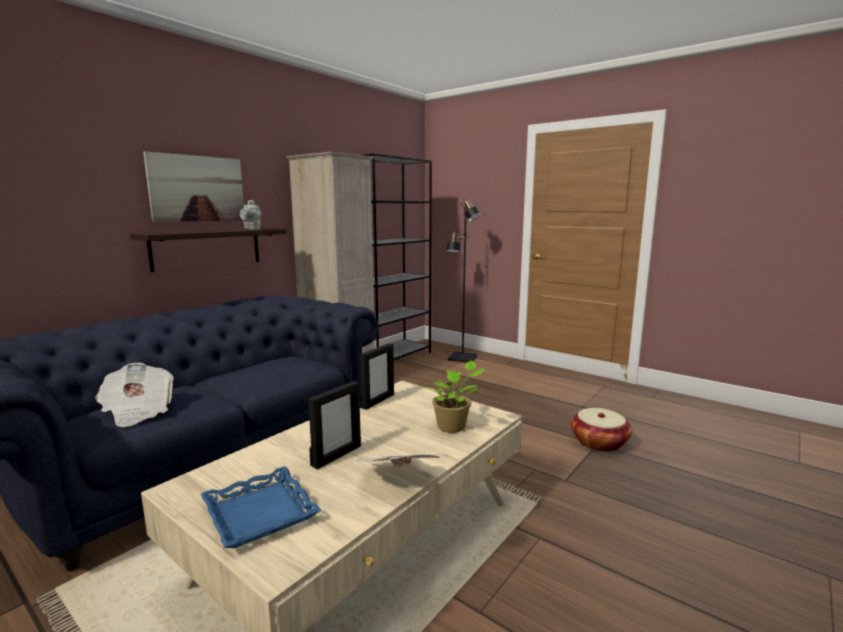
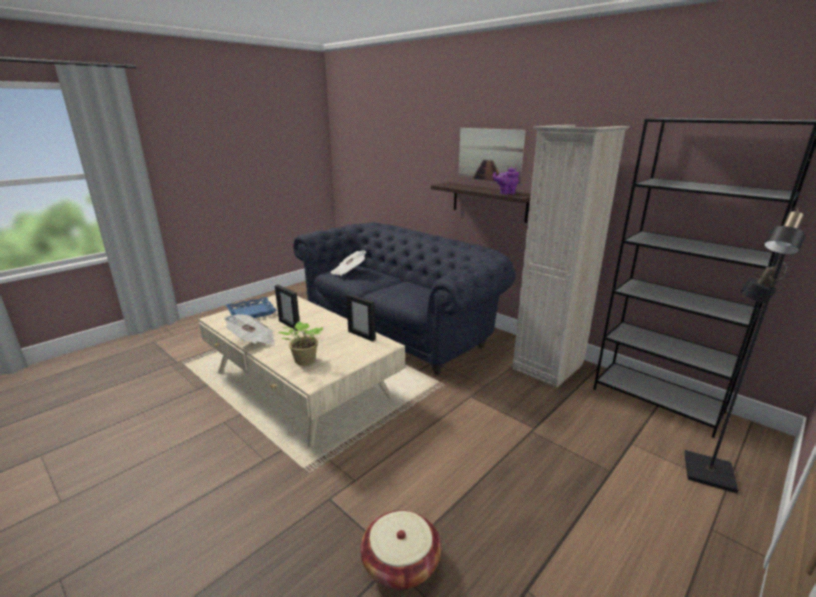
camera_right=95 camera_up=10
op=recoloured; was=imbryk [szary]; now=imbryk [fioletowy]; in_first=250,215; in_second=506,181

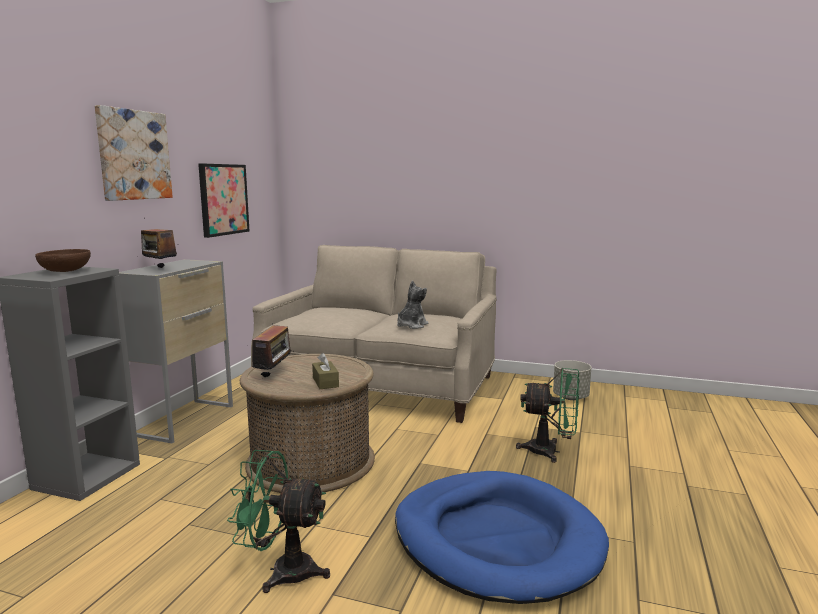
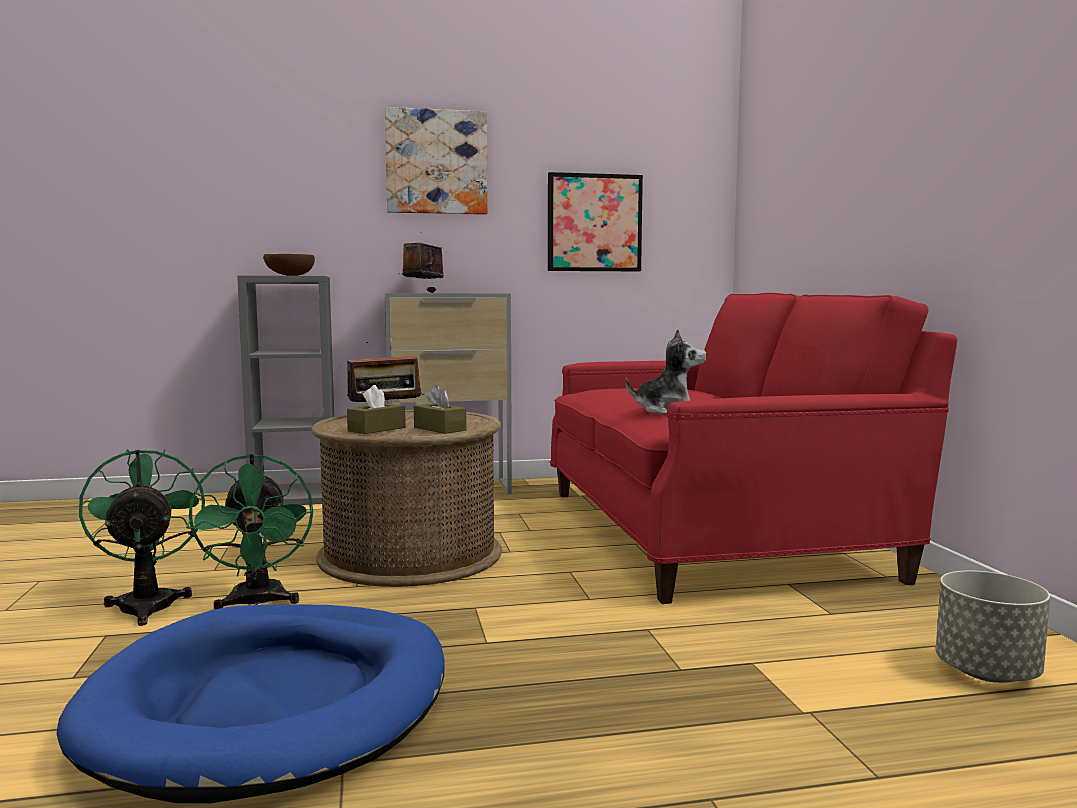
camera_right=60 camera_up=-5
op=recoloured; was=kanapa [beżowy]; now=kanapa [czerwony]; in_first=374,334; in_second=753,448
op=moved; was=wentylator [zielony]; in_first=548,415; in_second=249,531
op=added; now=pudełko chusteczek [brązowy]; in_second=440,409

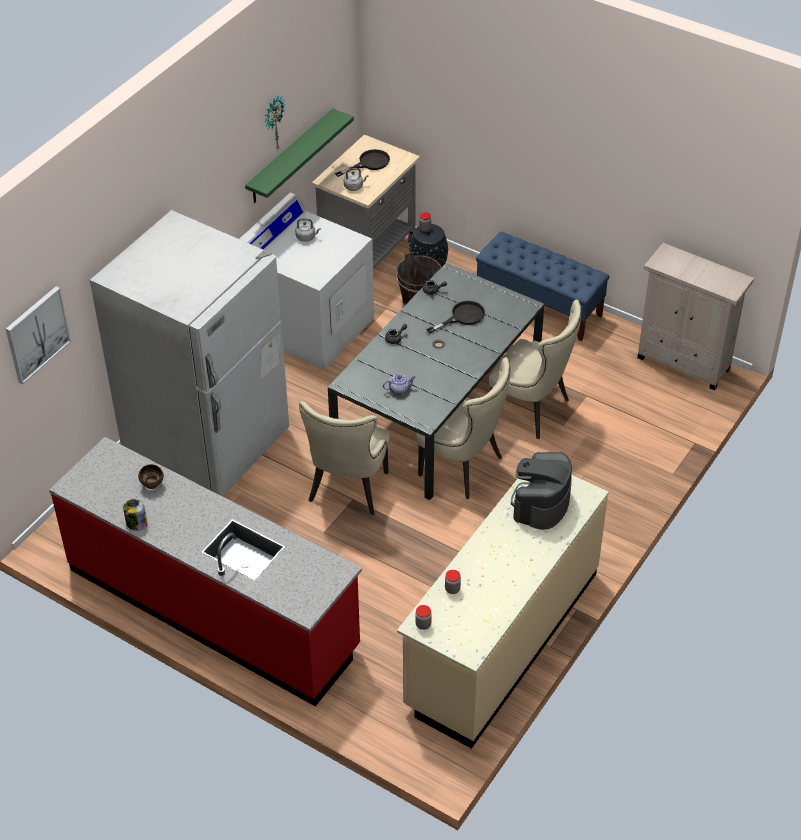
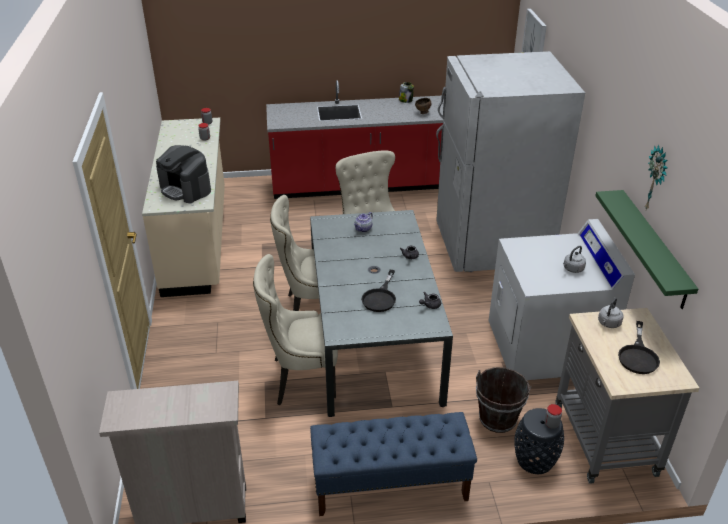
camera_right=140 camera_up=-10
op=turned; was=ekspres do kawy; in_first=541,491; in_second=183,174; clockwise=150

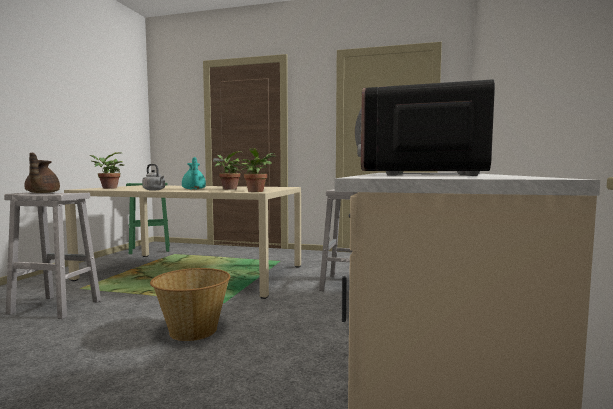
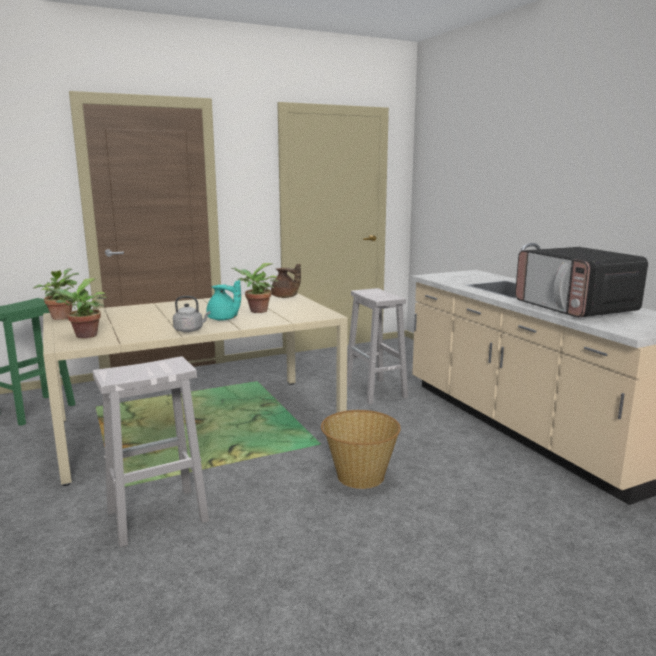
camera_right=-40 camera_up=10
op=moved; was=roślina doniczkowa; in_first=258,170; in_second=56,294
op=moved; was=imbryk [brązowy]; in_first=42,172; in_second=286,281

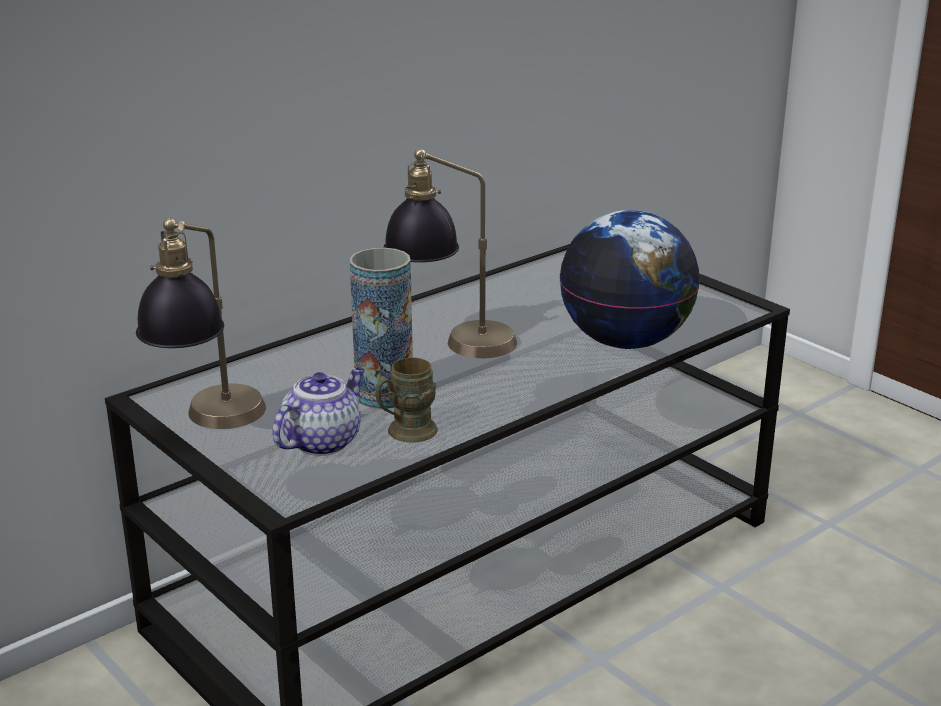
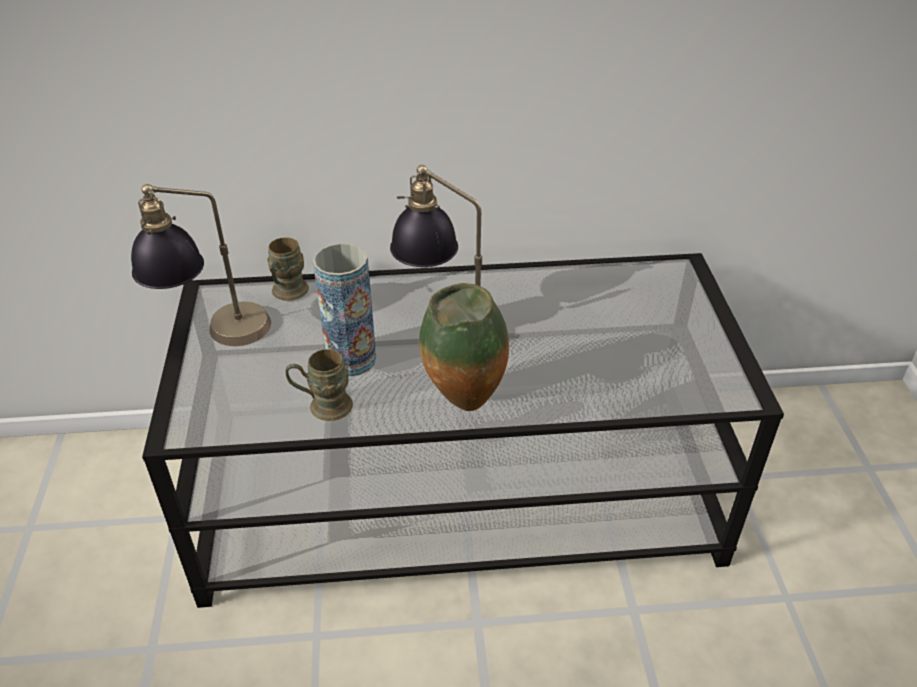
camera_right=35 camera_up=15
op=removed; was=globus; in_first=629,279
op=removed; was=imbryk; in_first=318,411
op=added; now=kubek [brązowy]; in_second=288,269
op=added; now=wazon; in_second=464,347

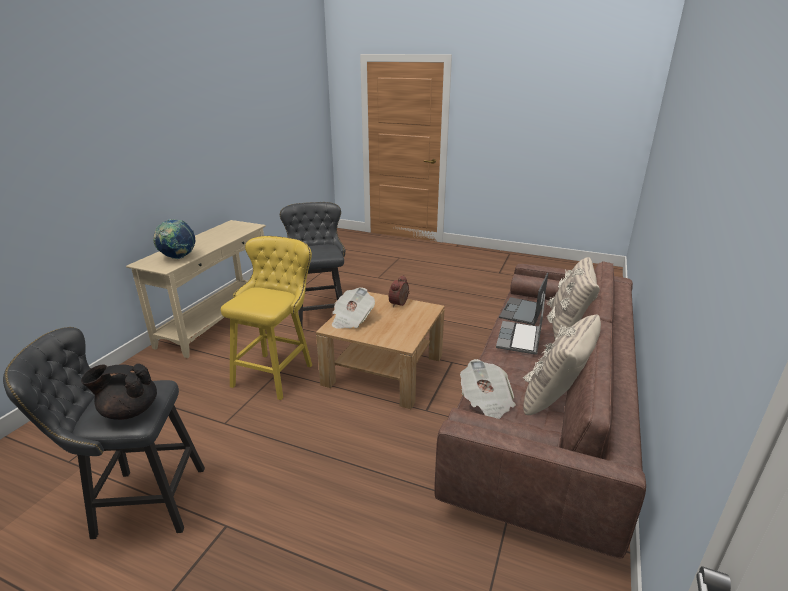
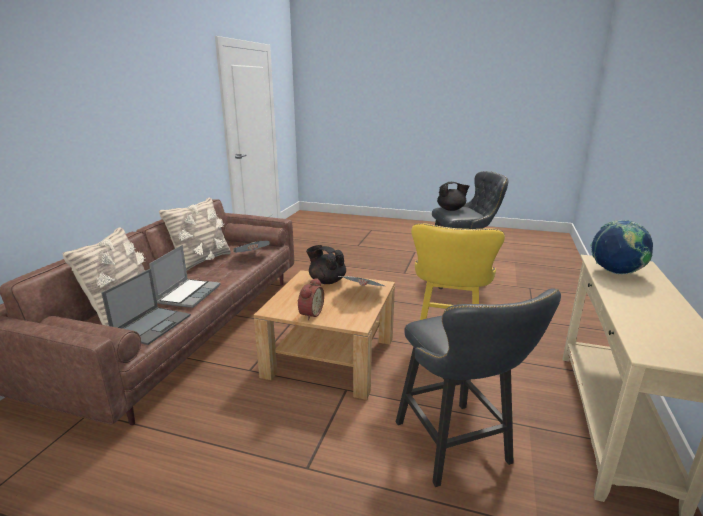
camera_right=175 camera_up=-5
op=added; now=imbryk [czarny]; in_second=326,264

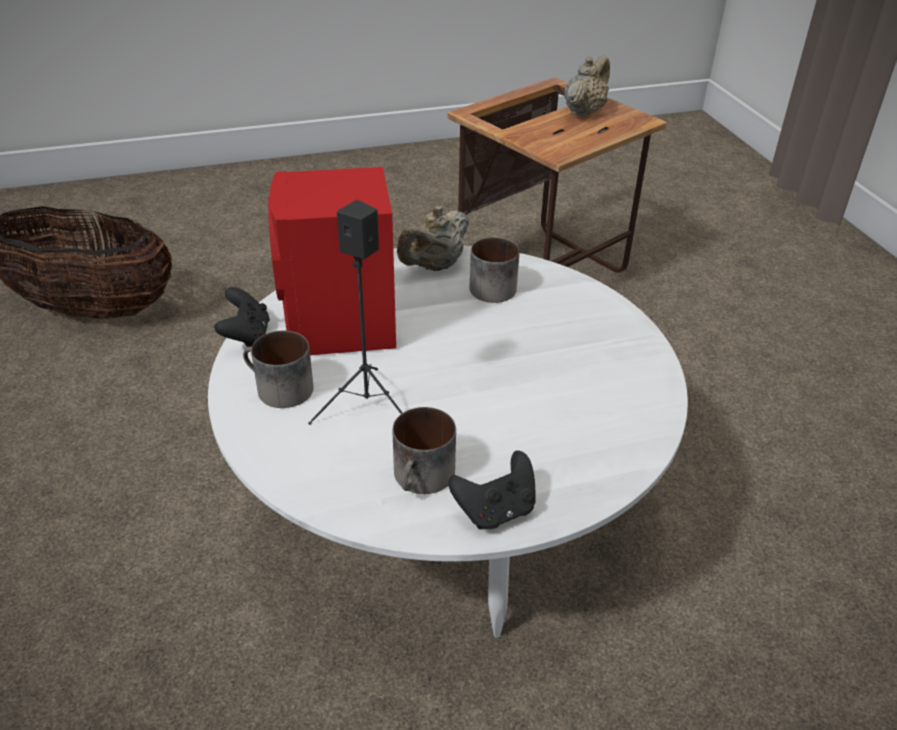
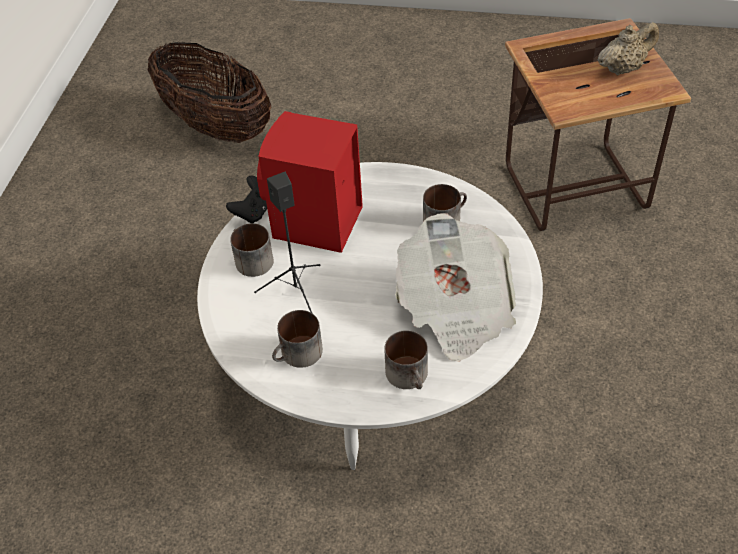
camera_right=30 camera_up=10
op=removed; was=imbryk [beżowy]; in_first=433,238
op=removed; was=pad do gier [czarny]; in_first=492,490
op=added; now=gazeta; in_second=455,287
op=added; now=kubek; in_second=406,359

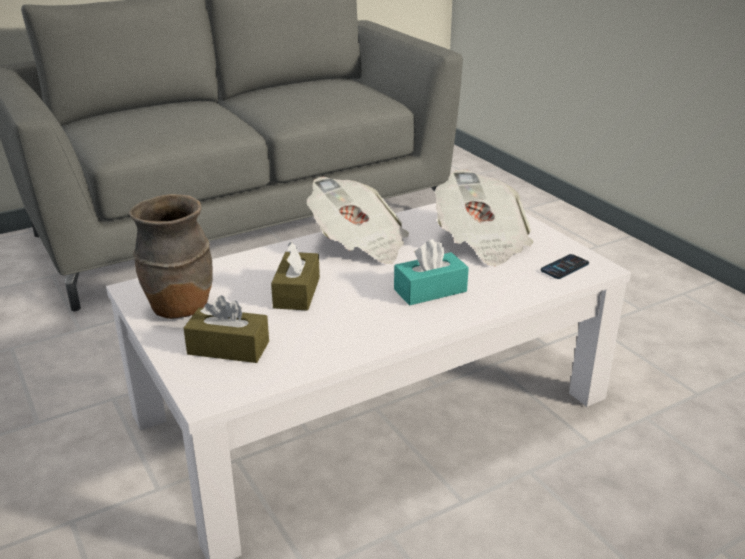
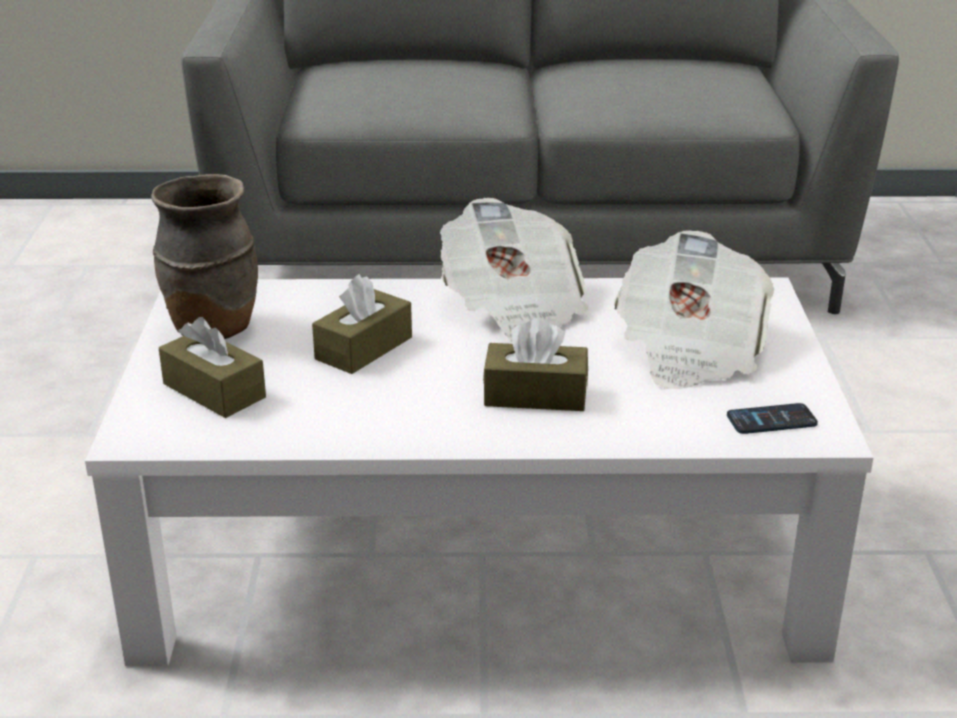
camera_right=30 camera_up=0
op=recoloured; was=pudełko chusteczek [turkusowy]; now=pudełko chusteczek [brązowy]; in_first=431,272; in_second=535,364

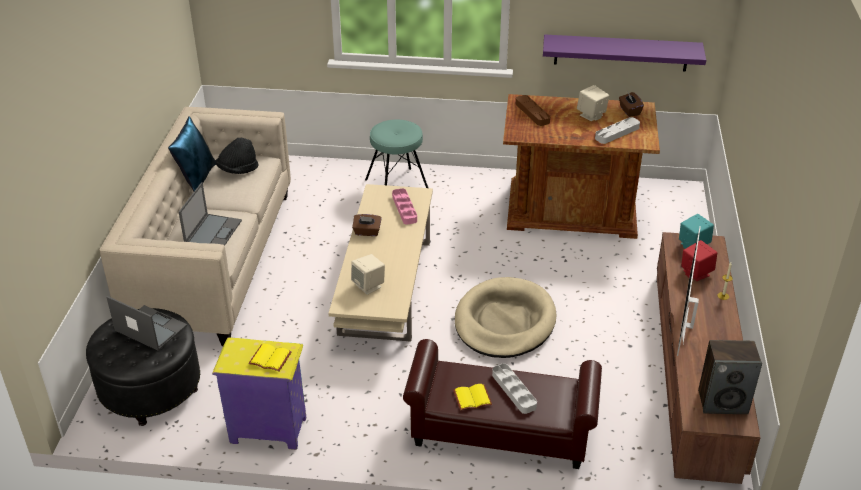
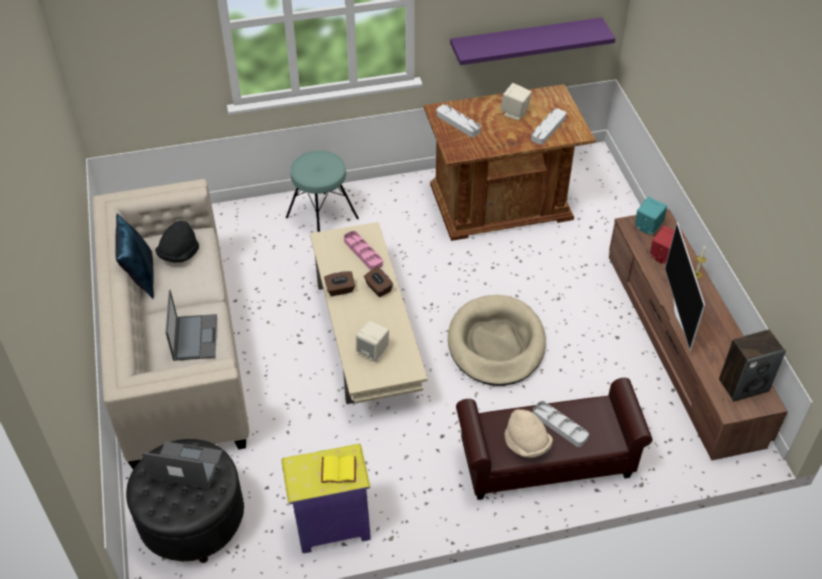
camera_right=-20 camera_up=10
op=moved; was=pudełko chusteczek [brązowy]; in_first=631,104; in_second=378,282
op=recoloured; was=taca [brązowy]; now=taca [szary]; in_first=533,110; in_second=458,120
op=replaced; was=książka [żółty]; now=kapelusz [beżowy]; in_first=472,397; in_second=528,433

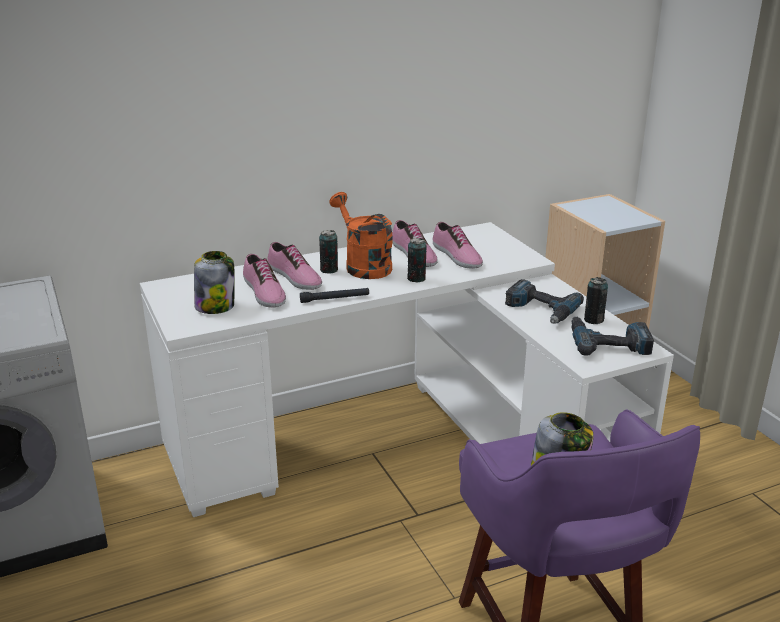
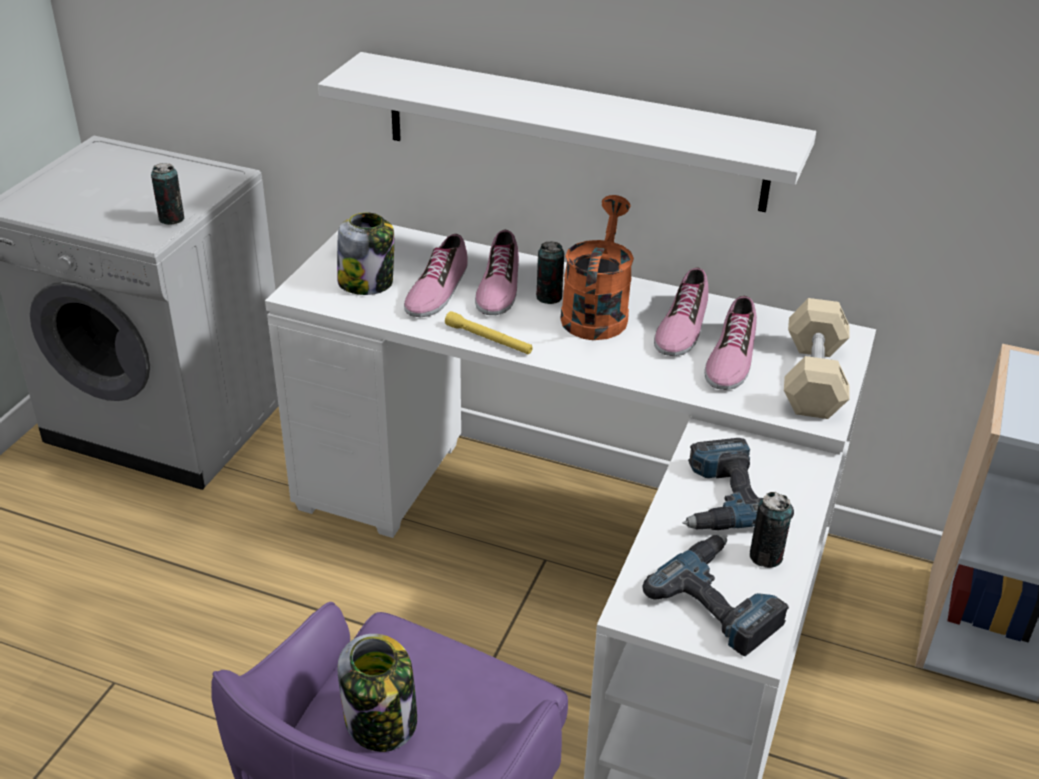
camera_right=45 camera_up=10
op=moved; was=puszka; in_first=416,260; in_second=168,194
op=recoloured; was=latarka [czarny]; now=latarka [żółty]; in_first=334,295; in_second=489,332
op=added; now=półka [biały]; in_second=567,132
op=added; now=hantel [beżowy]; in_second=817,358

